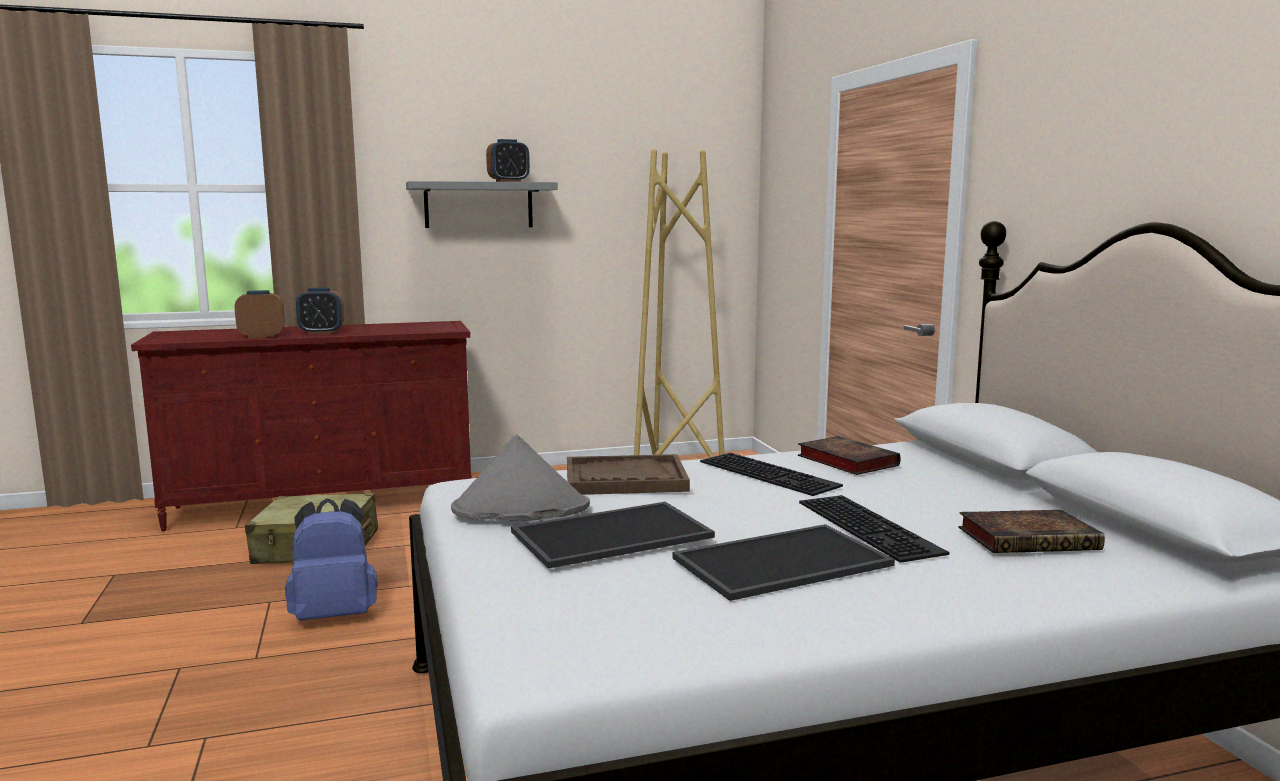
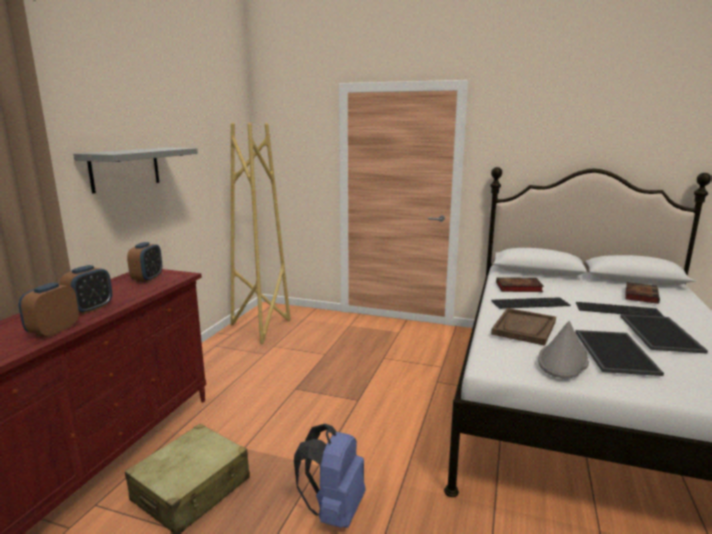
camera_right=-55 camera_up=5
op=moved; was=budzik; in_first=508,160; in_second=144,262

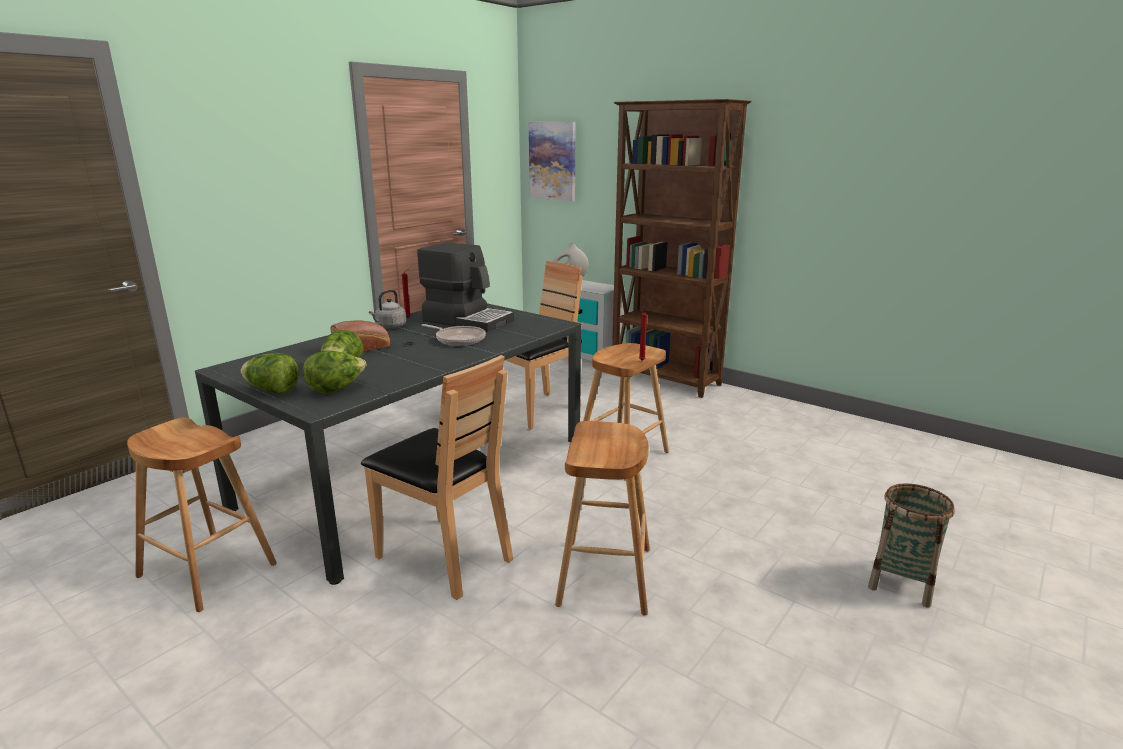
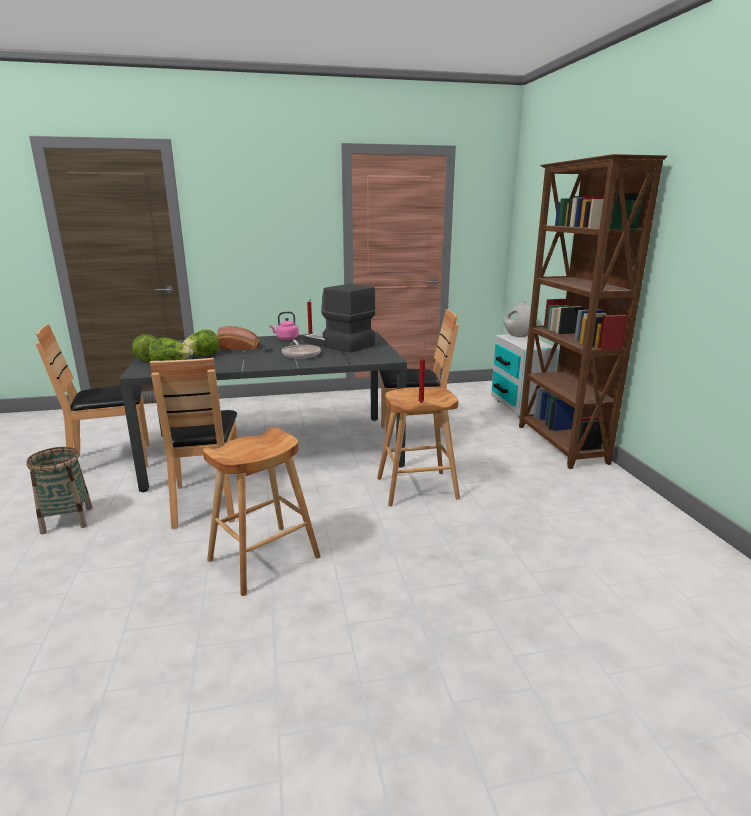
camera_right=40 camera_up=0
op=removed; was=obraz; in_first=552,161
op=turned; was=ekspres do kawy; in_first=465,287; in_second=339,318; clockwise=150
op=recoloured; was=czajnik [szary]; now=czajnik [różowy]; in_first=387,309; in_second=284,326
op=replaced; was=stołek [brązowy]; now=krzesło [brązowy]; in_first=202,514; in_second=93,396
op=moved; was=koszyk; in_first=911,545; in_second=59,490

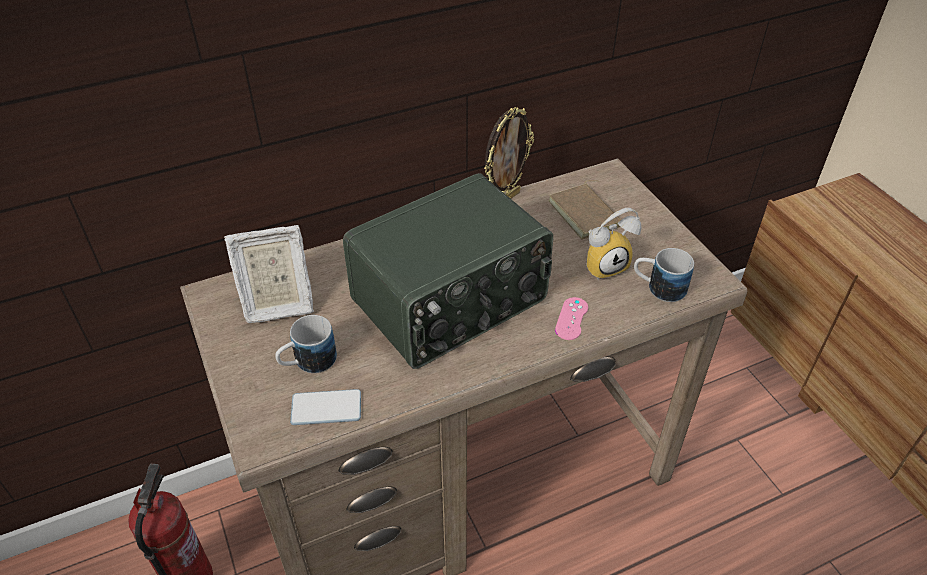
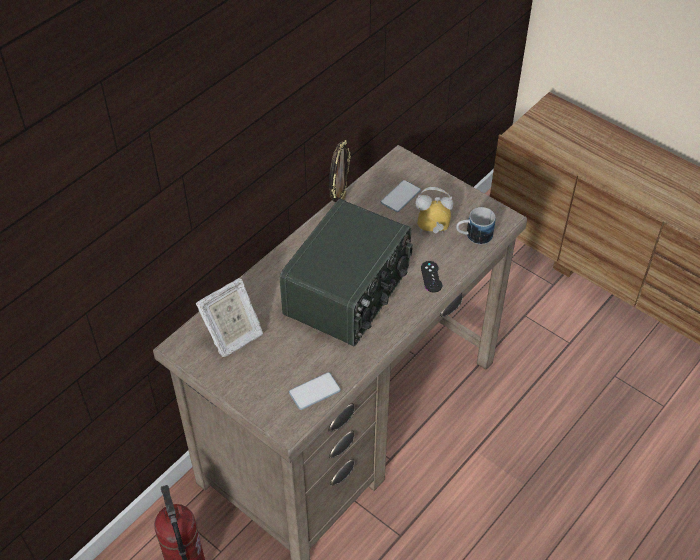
camera_right=-25 camera_up=5
op=replaced; was=książka [brązowy]; now=telefon; in_first=584,209; in_second=401,196
op=turned; was=budzik; in_first=614,244; in_second=434,210; clockwise=-135
op=recoloured; was=pad do gier [różowy]; now=pad do gier [czarny]; in_first=571,318; in_second=431,277
op=removed; was=kubek; in_first=306,344

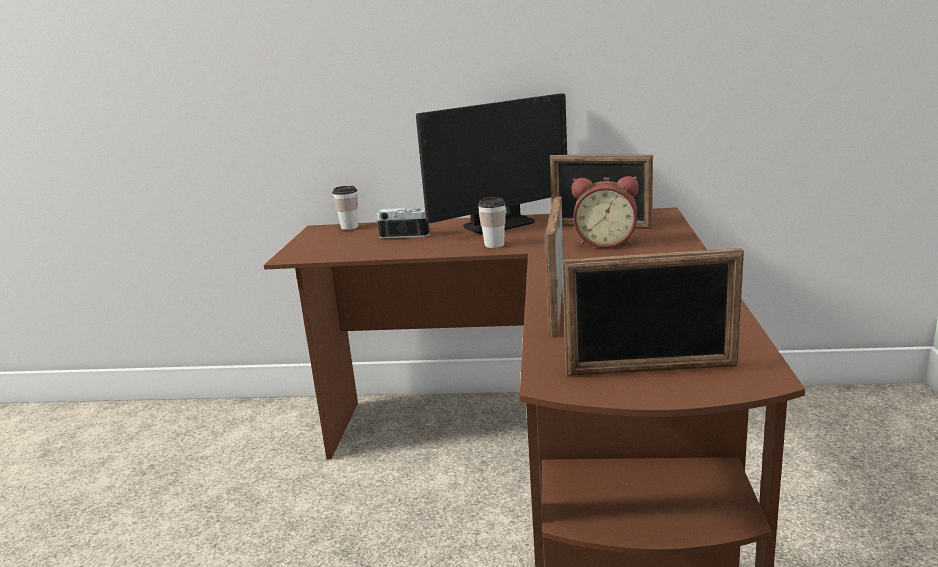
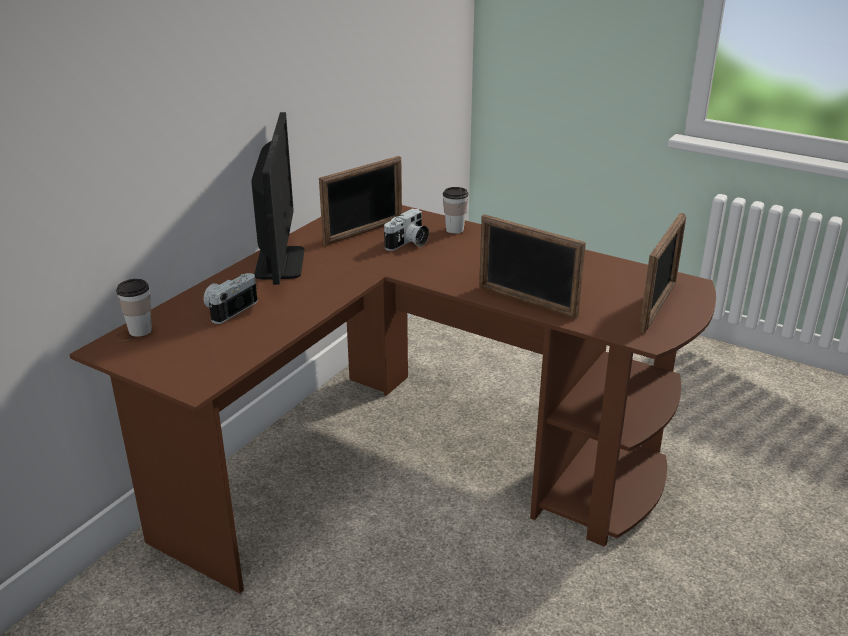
camera_right=-65 camera_up=10
op=replaced; was=budzik; now=aparat fotograficzny; in_first=605,212; in_second=406,229
op=moved; was=filiżanka; in_first=492,222; in_second=456,210

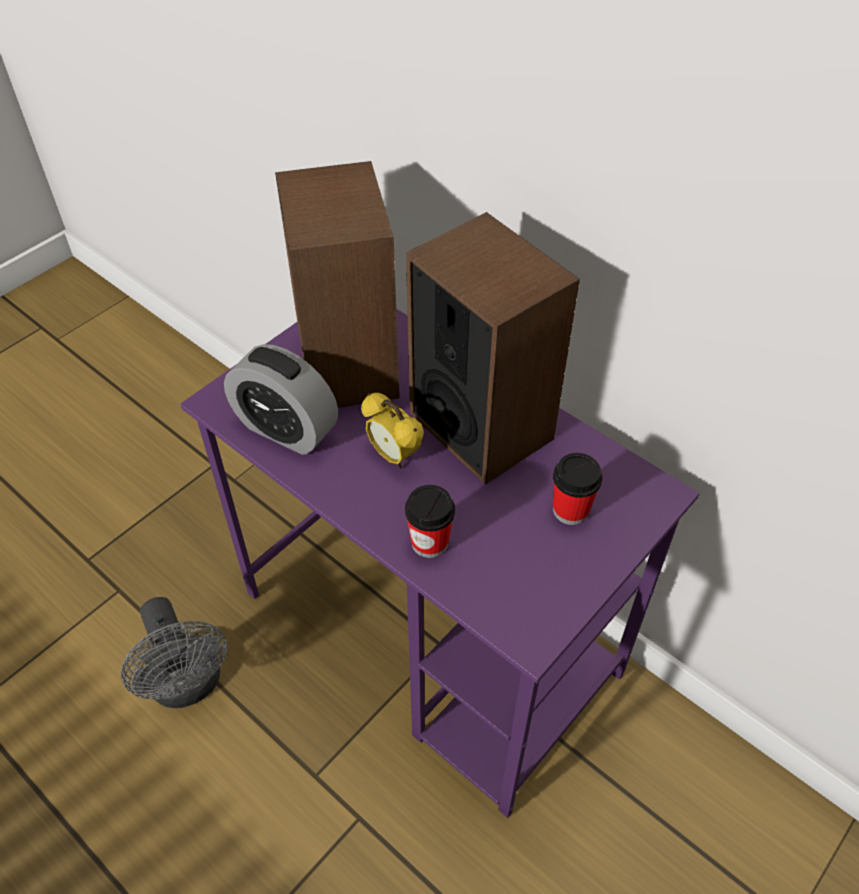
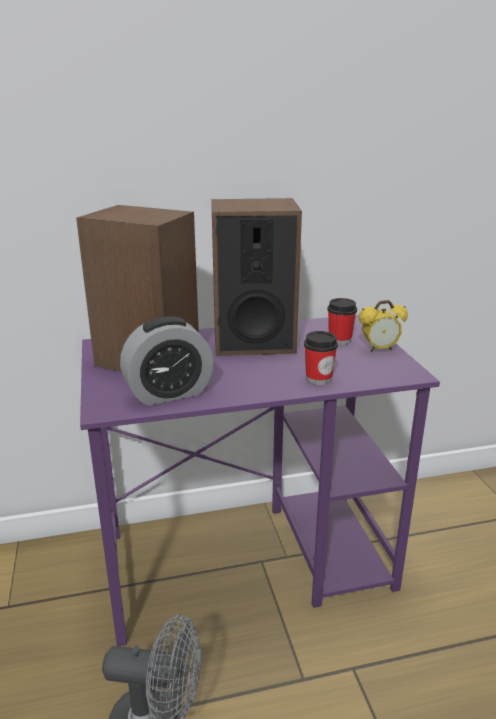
camera_right=-55 camera_up=-25
op=moved; was=budzik; in_first=392,430; in_second=383,326

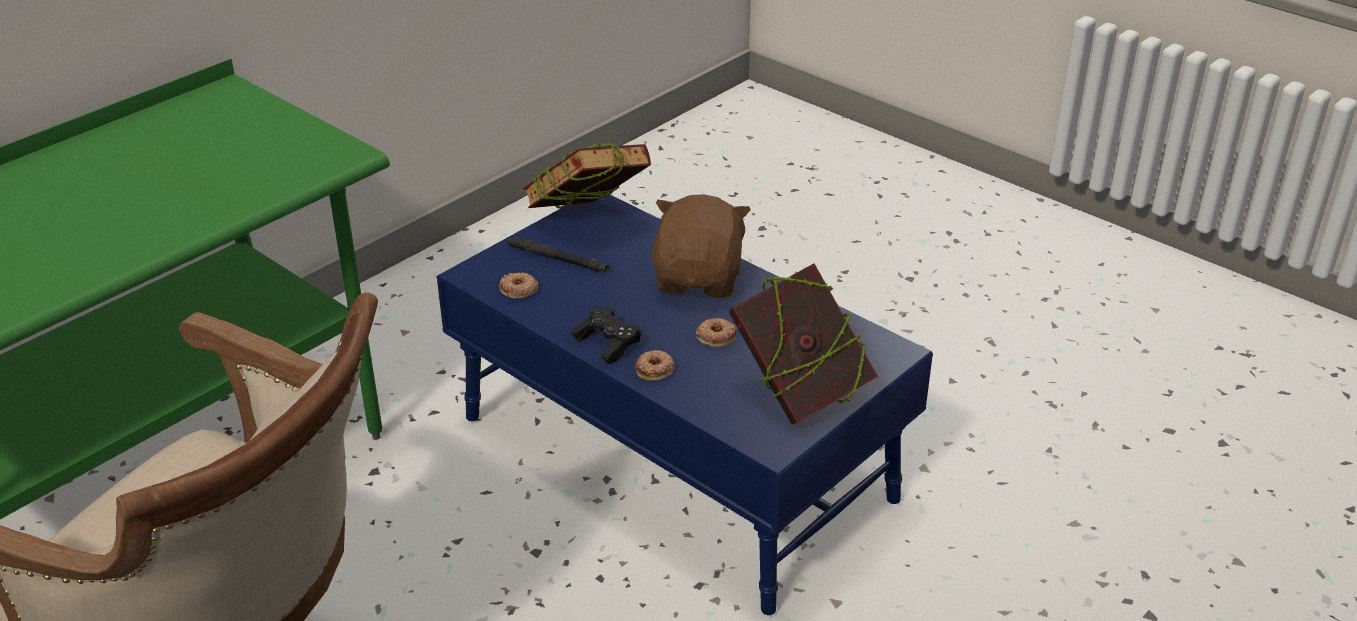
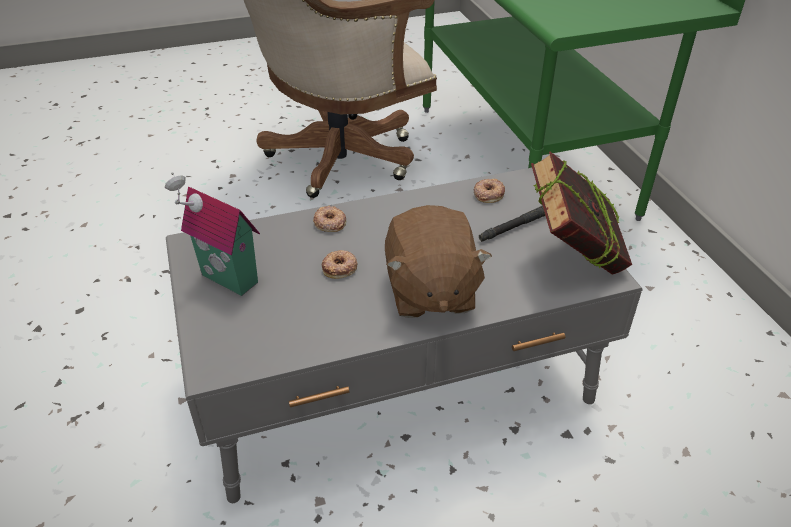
camera_right=120 camera_up=5
op=turned; was=pluszak [brązowy]; in_first=701,245; in_second=438,261; clockwise=45
op=recoloured; was=ława [niebieski]; now=ława [szary]; in_first=684,405; in_second=404,335
op=replaced; was=książka; now=domek; in_first=803,344; in_second=212,234
op=removed; was=pad do gier [czarny]; in_first=606,335

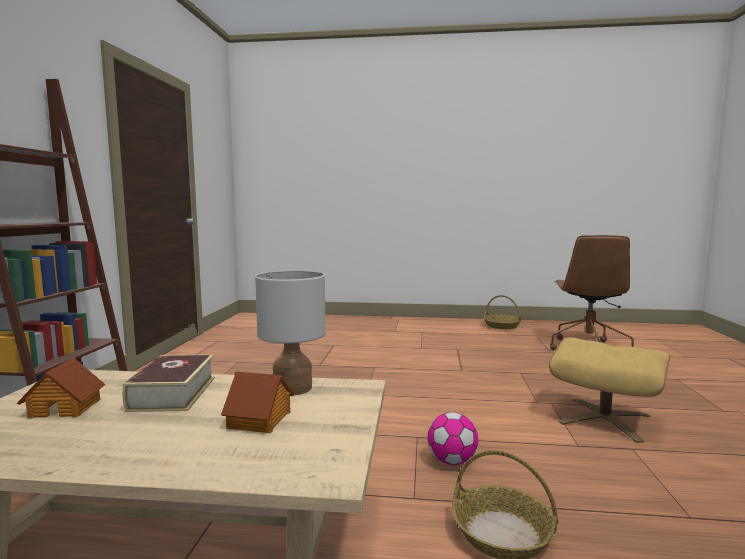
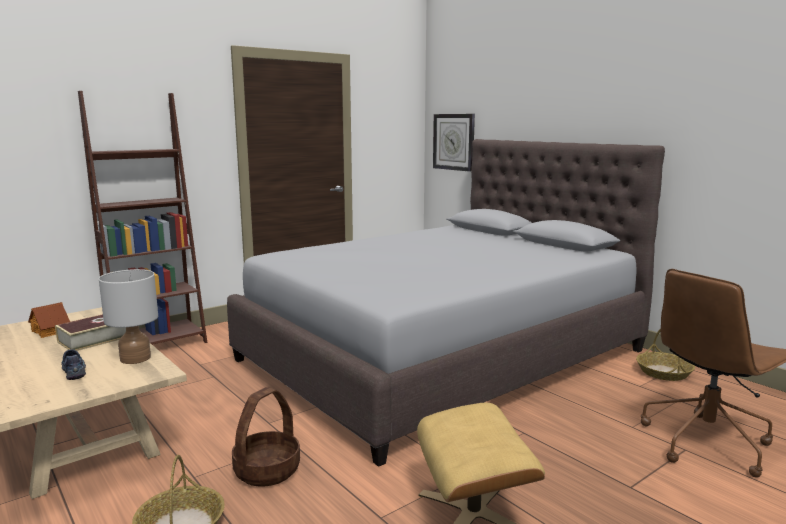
camera_right=45 camera_up=5
op=replaced; was=domek; now=but; in_first=257,402; in_second=73,364
op=replaced; was=piłka futbolowa; now=koszyk; in_first=453,438; in_second=266,437
op=added; now=zegar ścienny; in_second=454,143
op=added; now=łóżko [szary]; in_second=446,303

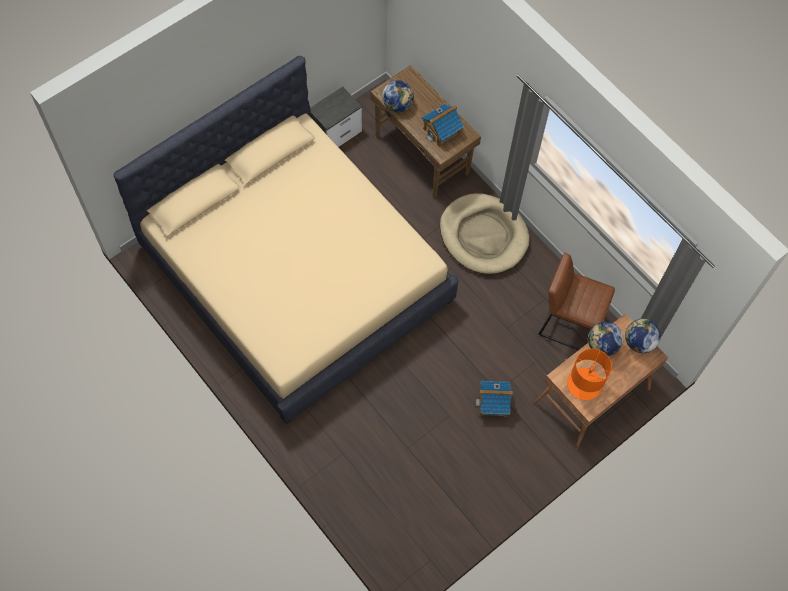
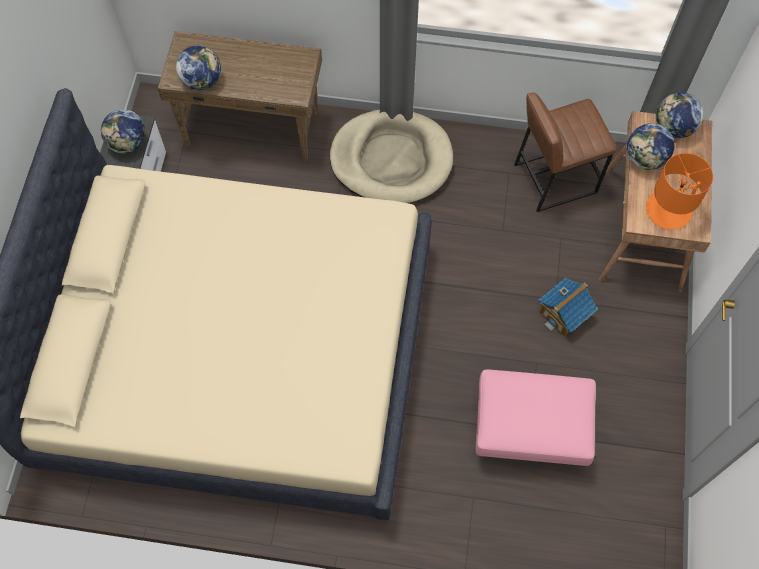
camera_right=-40 camera_up=0
op=removed; was=domek; in_first=442,125
op=added; now=globus; in_second=123,131
op=added; now=pufa [różowy]; in_second=535,417

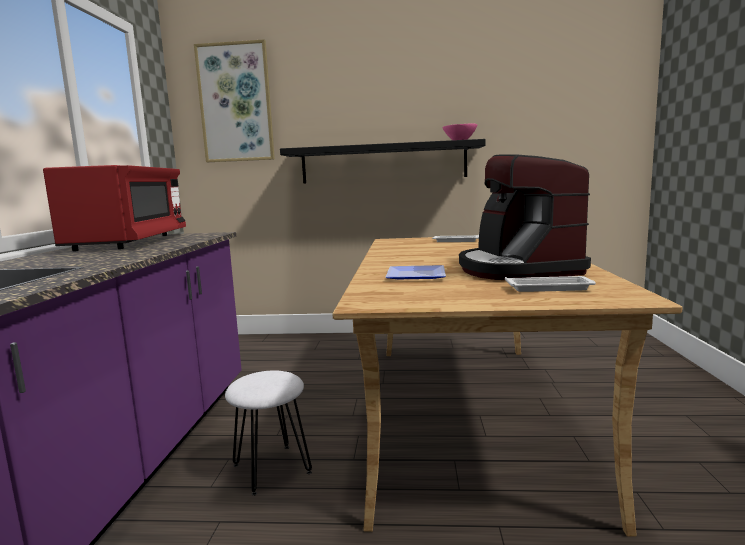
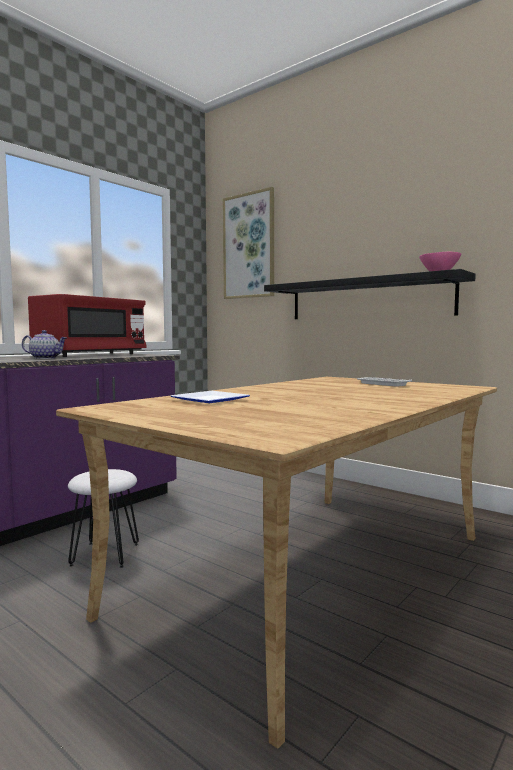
camera_right=35 camera_up=-5
op=removed; was=ekspres do kawy; in_first=525,217
op=removed; was=taca [biały]; in_first=550,284
op=added; now=imbryk; in_second=44,344

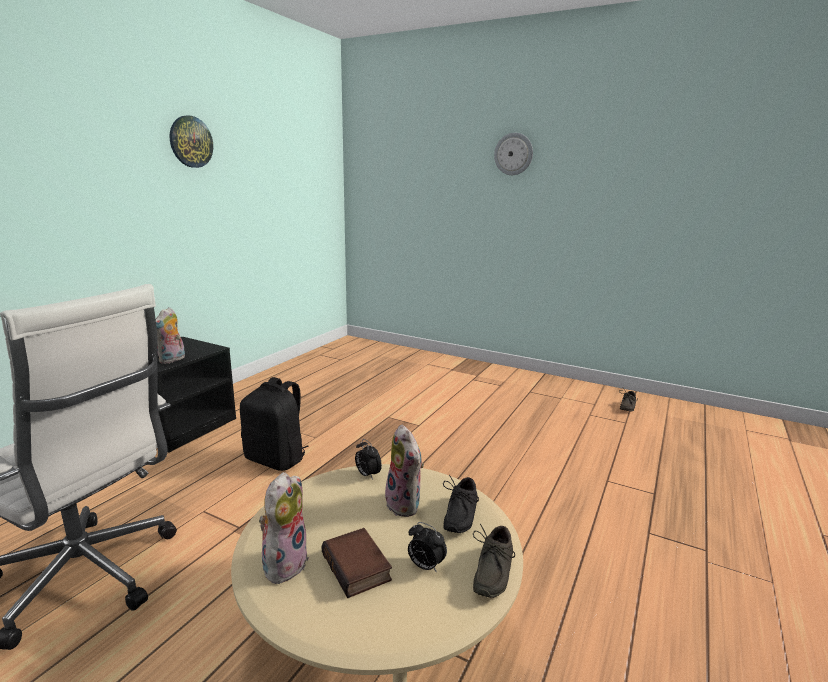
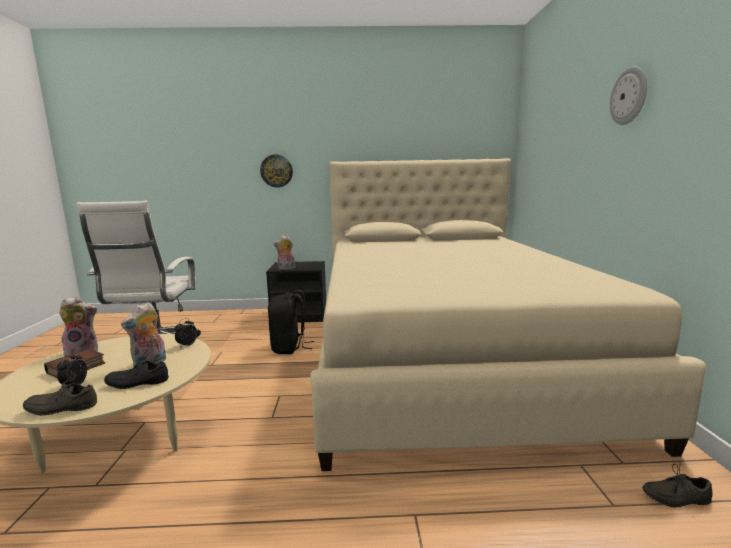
camera_right=60 camera_up=-5
op=moved; was=zegar ścienny; in_first=191,141; in_second=276,171
op=added; now=łóżko [beżowy]; in_second=508,314

